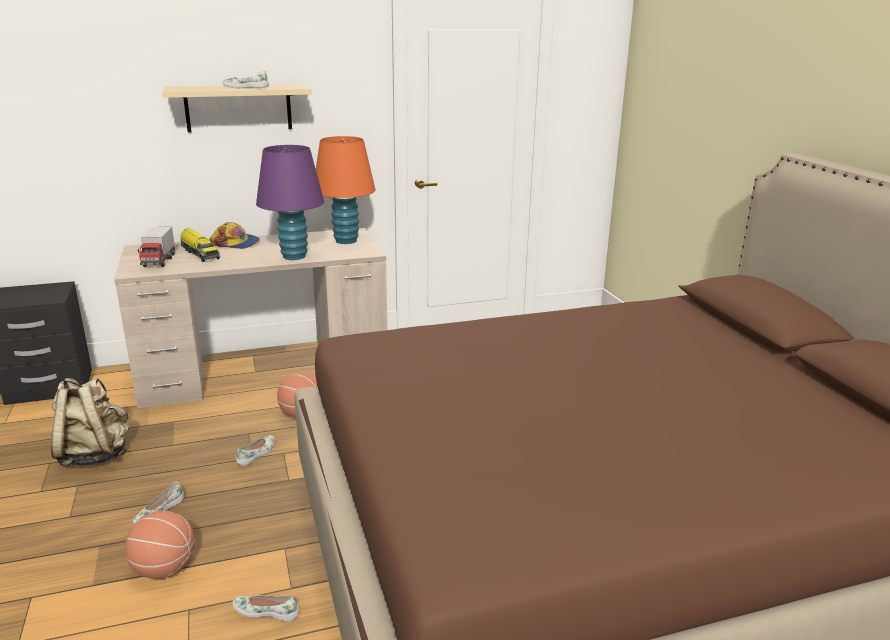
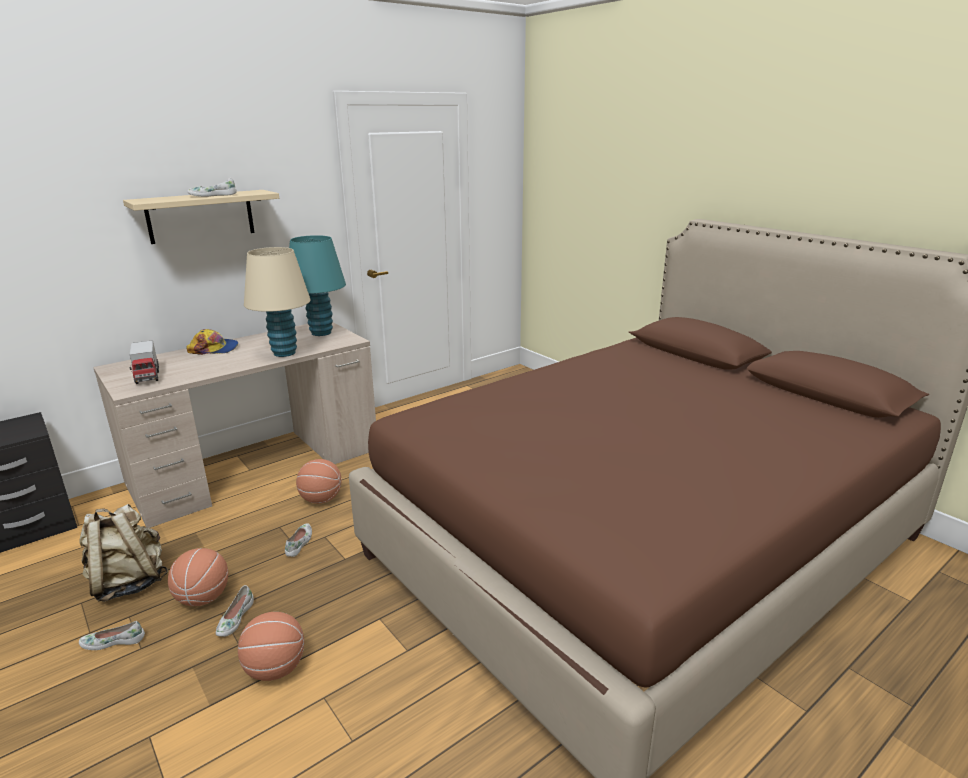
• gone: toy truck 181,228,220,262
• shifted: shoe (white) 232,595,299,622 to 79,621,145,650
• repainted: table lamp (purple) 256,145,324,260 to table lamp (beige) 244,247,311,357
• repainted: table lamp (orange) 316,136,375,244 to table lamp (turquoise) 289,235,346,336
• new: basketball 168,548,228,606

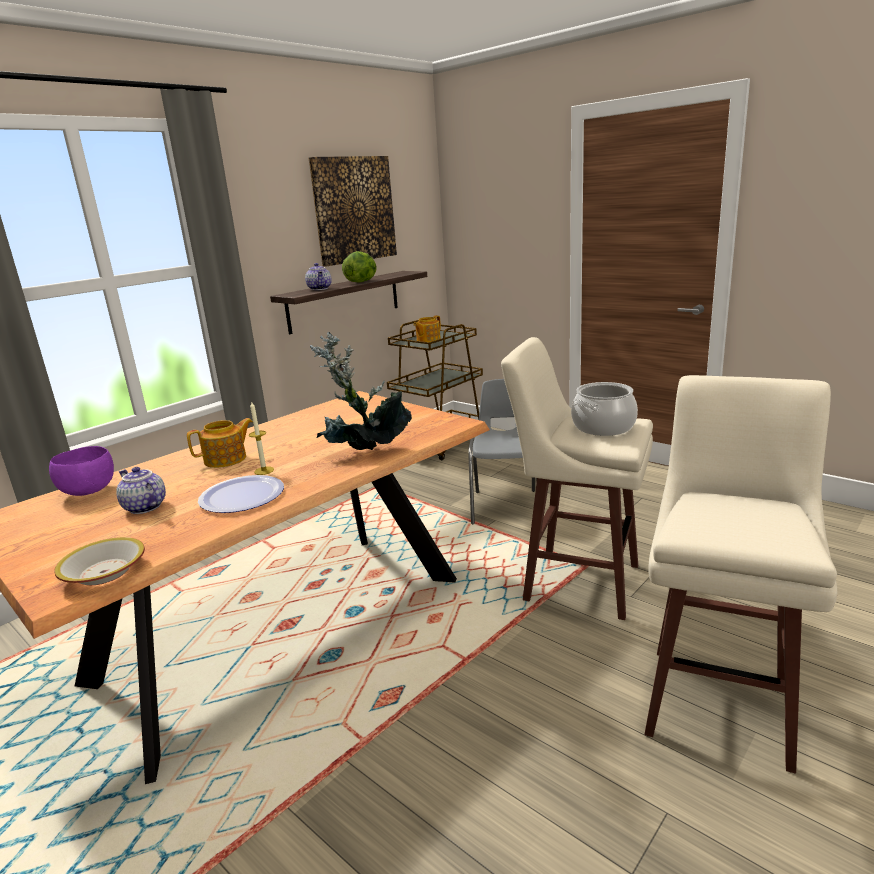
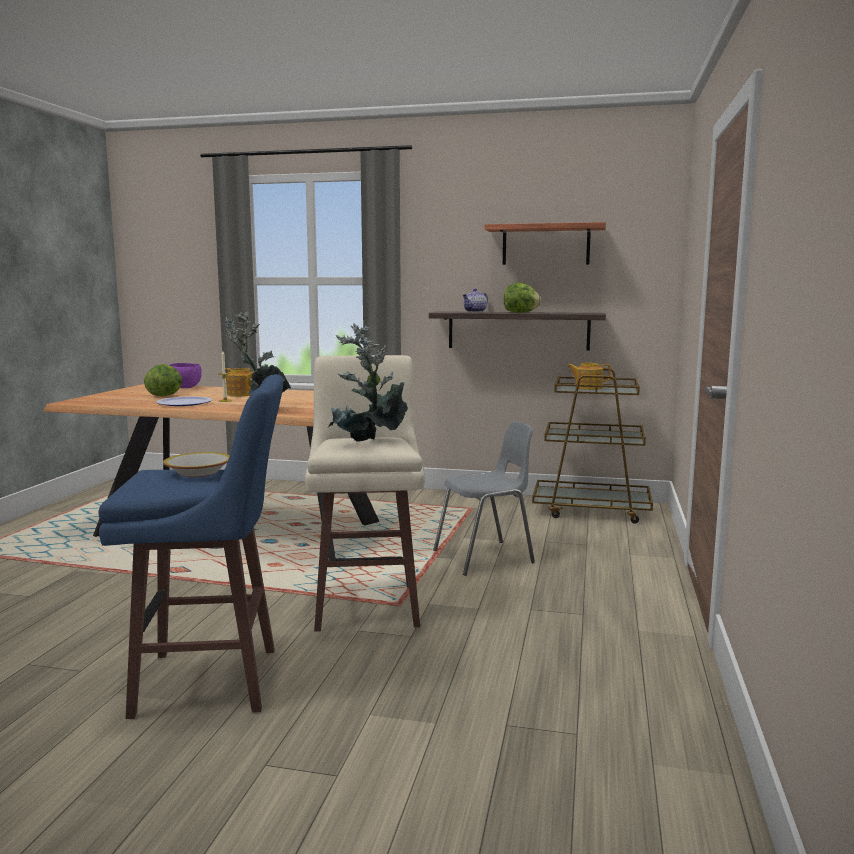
• shifted: bowl 54,537,145,585 to 163,452,230,477
• swapped: teapot 116,467,166,514 to lettuce 144,364,182,396
• swapped: picture 309,156,397,266 to shelf 484,222,606,265
• swapped: cooking pot 571,382,638,436 to potted plant 327,323,408,442
• repainted: stool (beige) 644,375,837,774 to stool (blue) 98,374,283,719

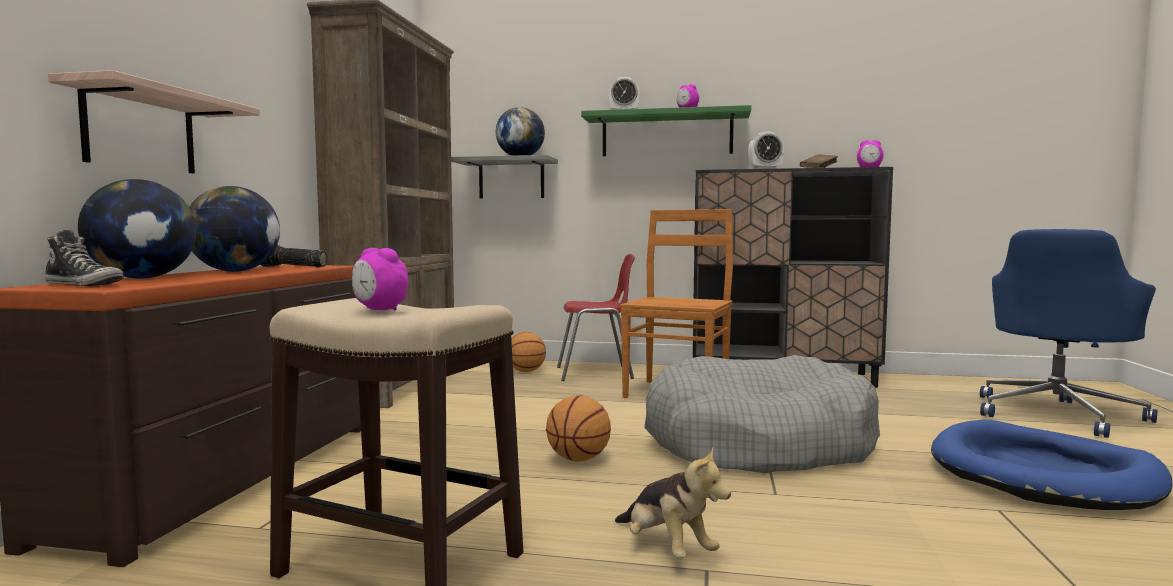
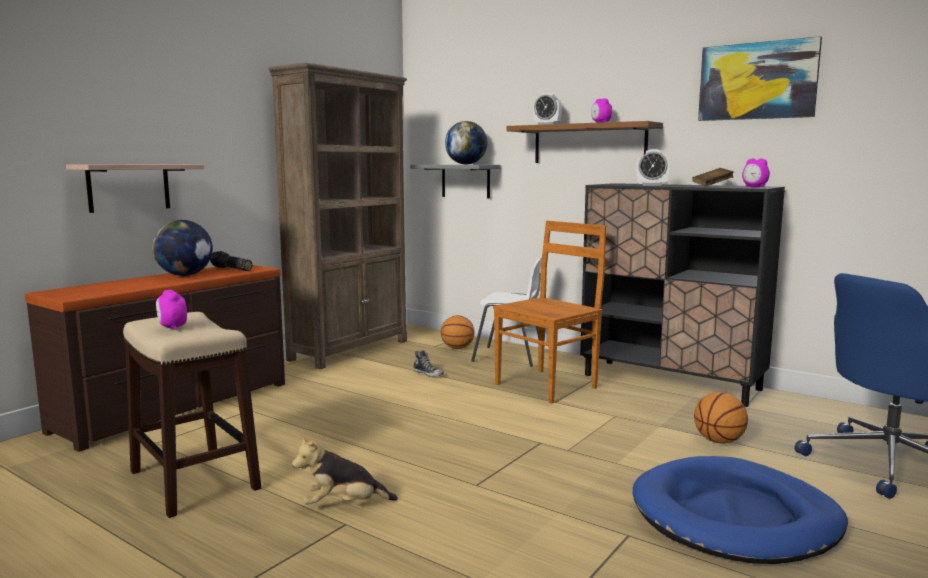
• shifted: shoe 45,230,124,286 to 413,350,444,377
• gone: globe 78,179,197,278
• shifted: basketball 546,395,611,462 to 694,392,748,444
• repainted: chair (red) 557,254,635,381 to chair (white) 471,256,542,367
• repainted: shelf (green) 581,105,751,156 to shelf (brown) 506,121,663,163
• rotated: plush toy 615,447,731,558 = 292,436,398,505 90 degrees clockwise
• gone: dog bed (grey) 644,355,880,473
• new: picture 698,36,822,121

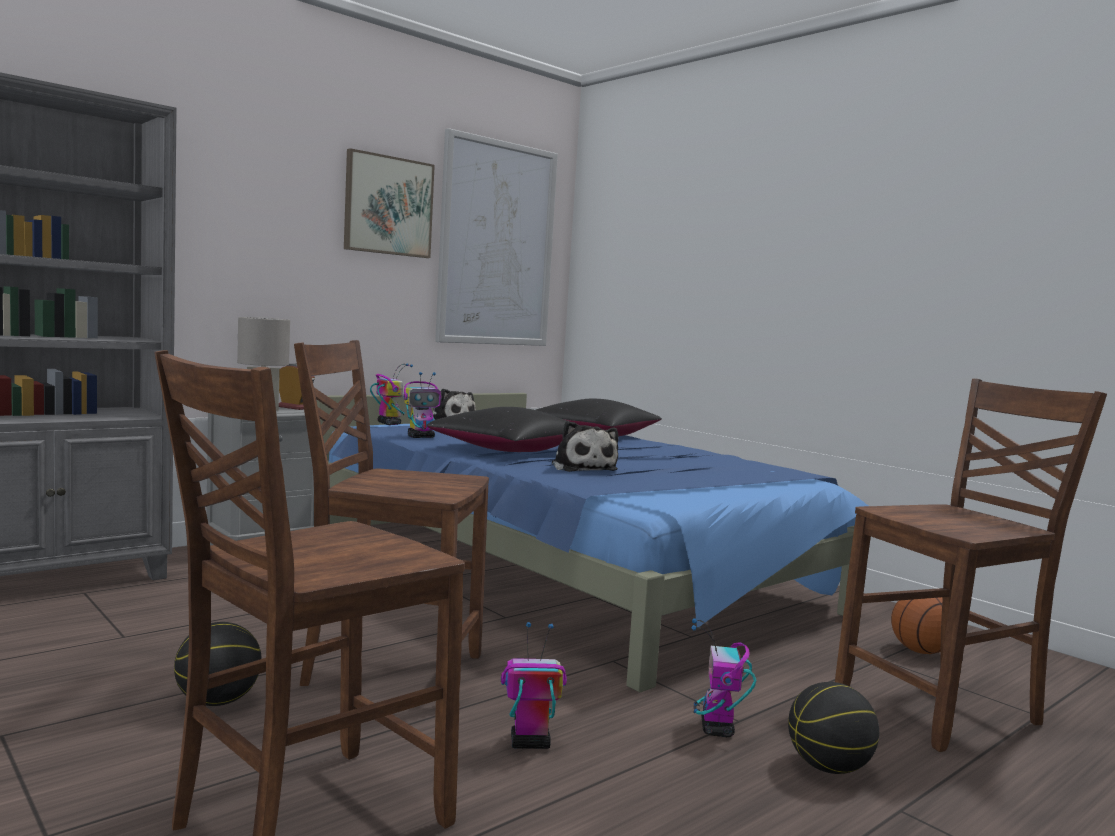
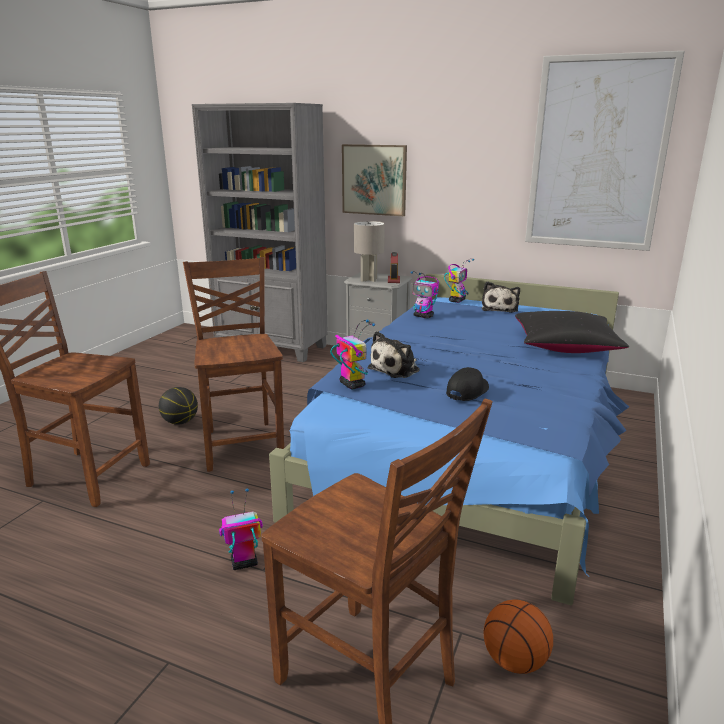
• shifted: picture 344,148,435,258 to 342,144,407,216
• gone: pillow (black) 427,407,566,452
• shifted: toy robot 501,622,567,749 to 330,319,375,389
• gone: basketball 788,682,879,774
• new: cap (black) 446,367,489,401

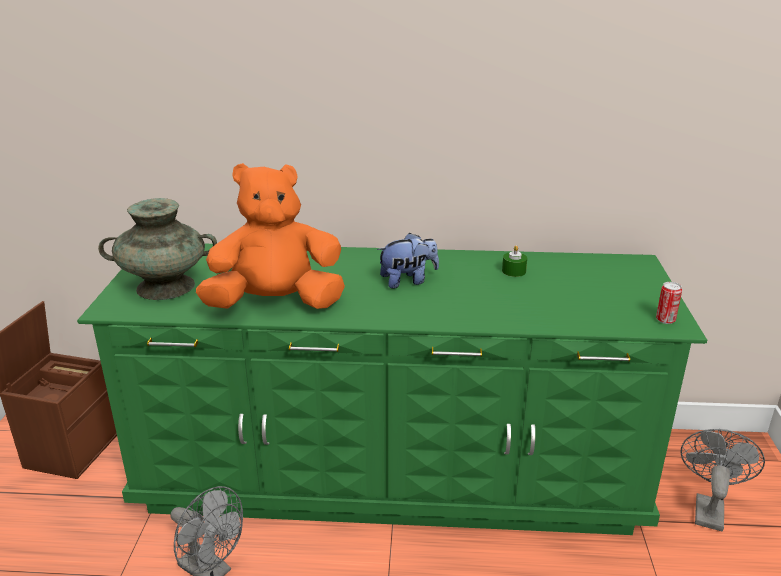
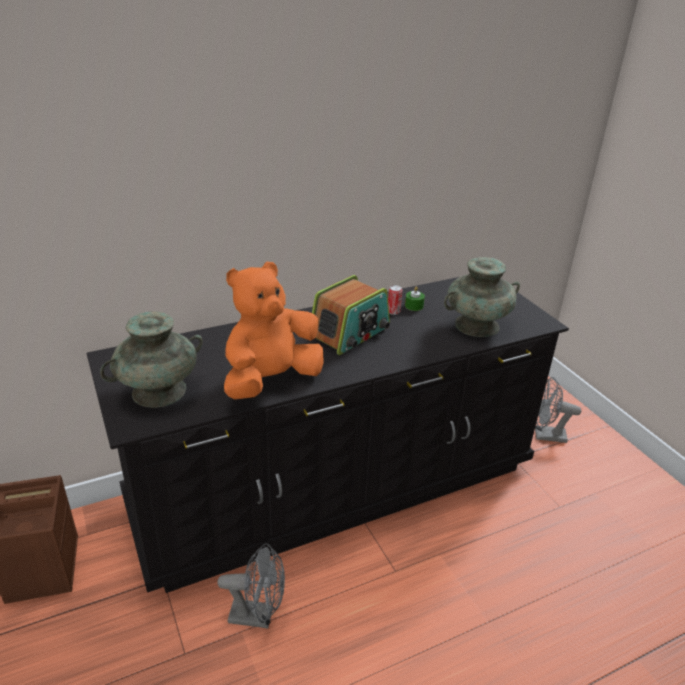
• repainted: dresser (green) 77,244,707,535 to dresser (black) 87,277,569,593
• swapped: plush toy 377,233,439,289 to radio 312,275,390,355
• shifted: can 656,282,682,324 to 388,285,402,315
• rotated: fan (grey) 680,429,765,531 = 535,377,581,443 75 degrees counterclockwise
• new: vase (turquoise) 444,257,520,337

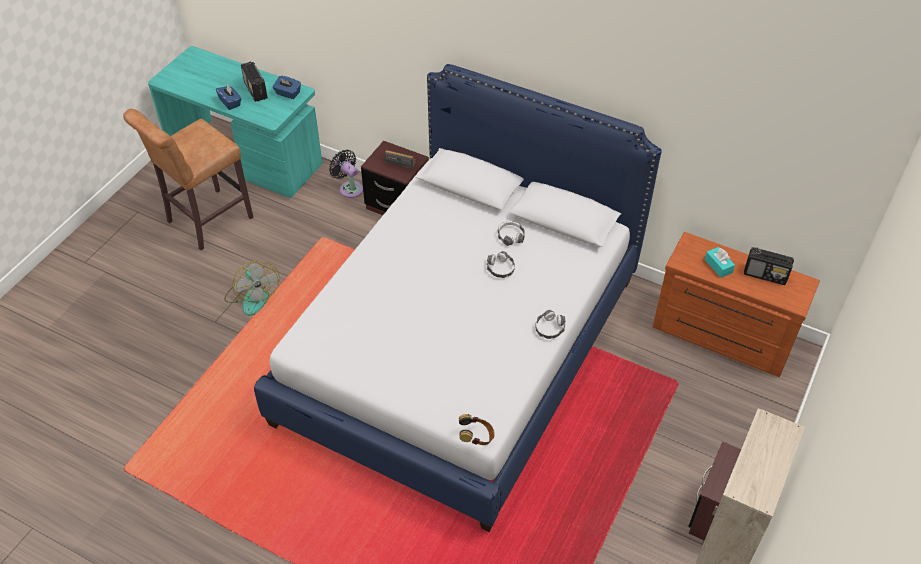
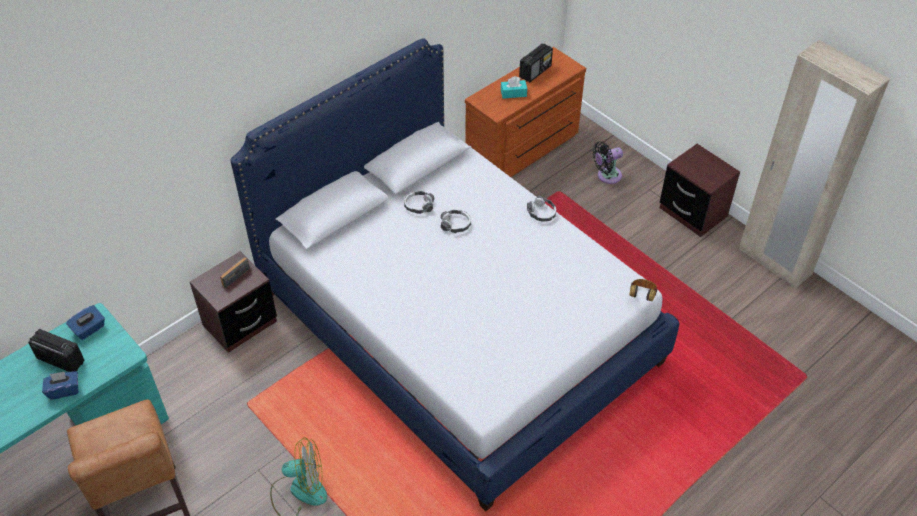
• rotated: radio 241,61,268,102 = 28,329,85,372 150 degrees counterclockwise
• shifted: fan (black) 329,150,363,198 to 593,141,623,184

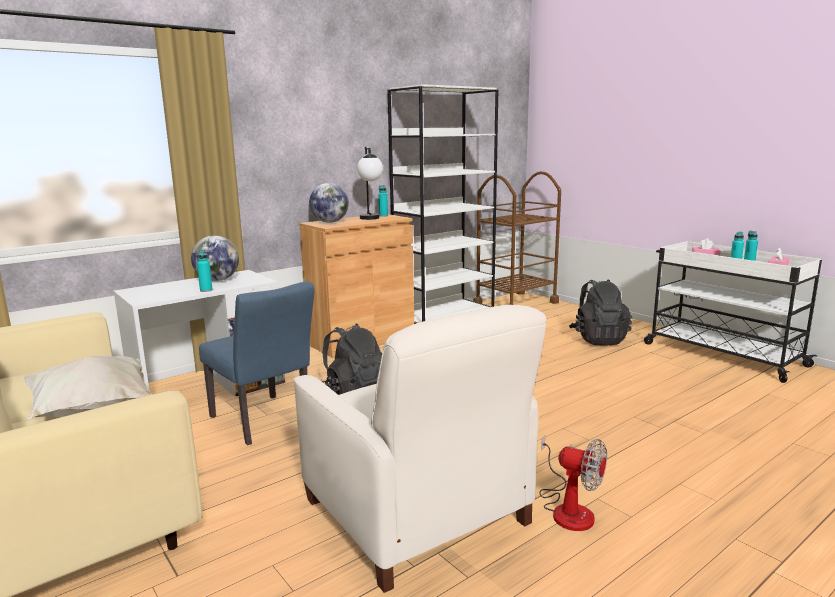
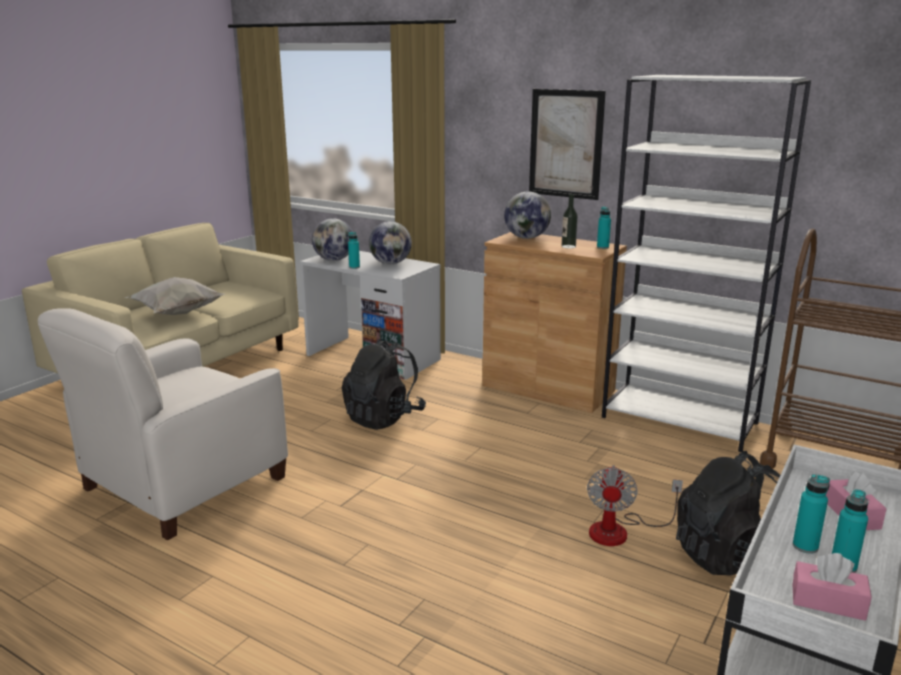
• gone: chair (blue) 199,281,314,445
• swapped: table lamp 357,147,383,220 to bottle 562,194,578,249
• shifted: fan 539,435,607,531 to 587,465,683,546
• new: globe 312,218,353,261
• new: picture 529,89,606,200

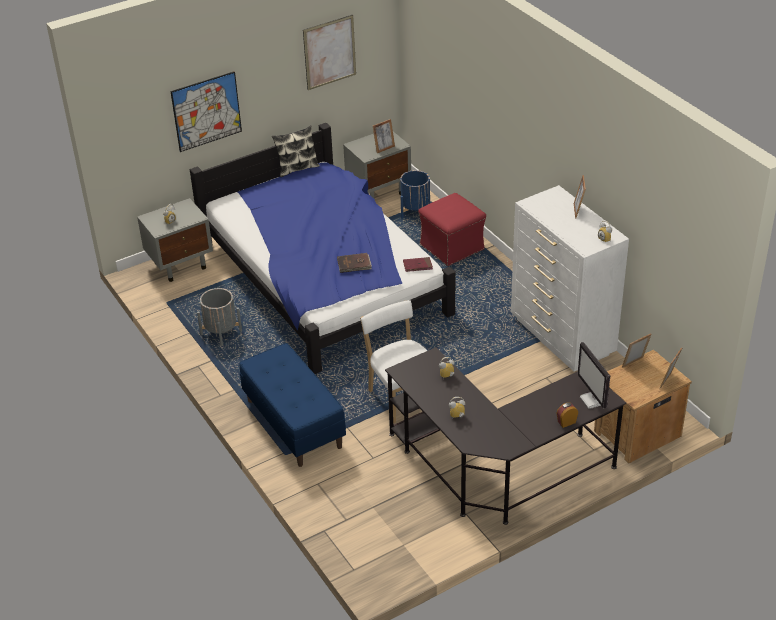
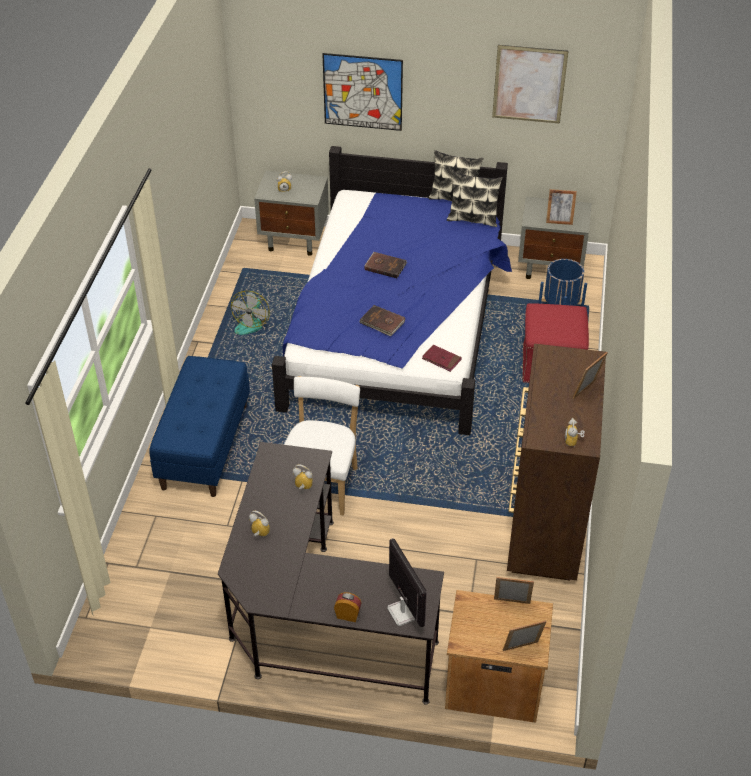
• swapped: planter (grey) 197,288,242,346 to fan 231,291,270,335
• repainted: dresser (white) 511,185,629,372 to dresser (brown) 507,344,606,580
• rotated: monitor 578,342,610,409 = 387,538,427,627 135 degrees clockwise
• new: book (brown) 365,252,407,278
• new: pillow 447,171,503,227

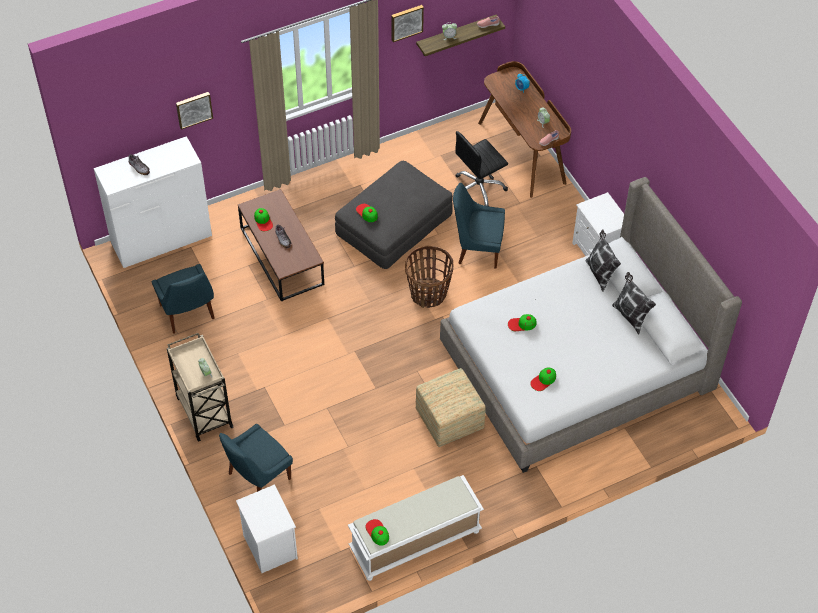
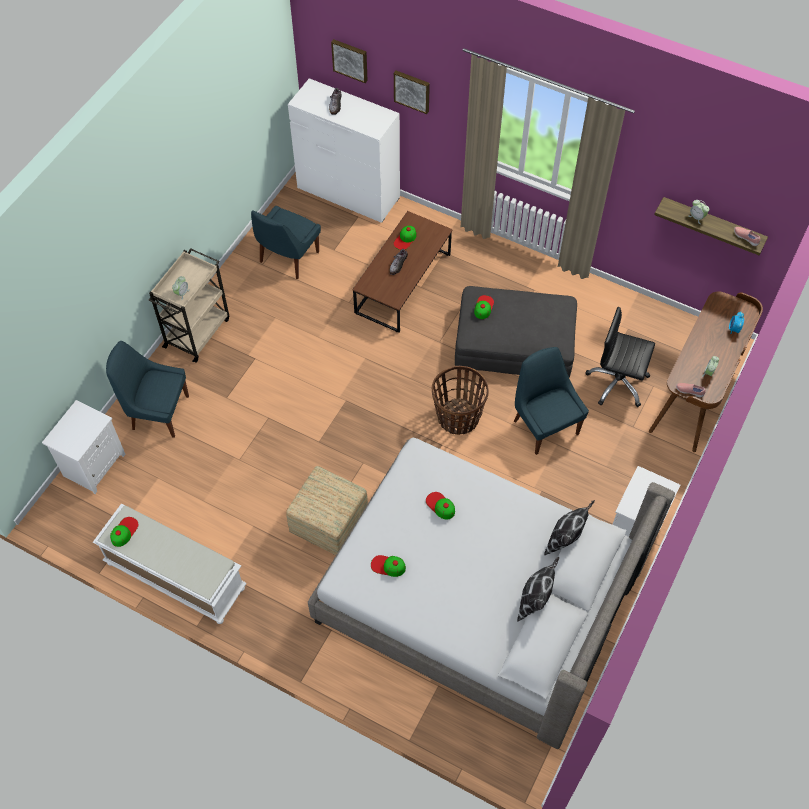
• shifted: picture 391,5,424,42 to 331,39,368,83

